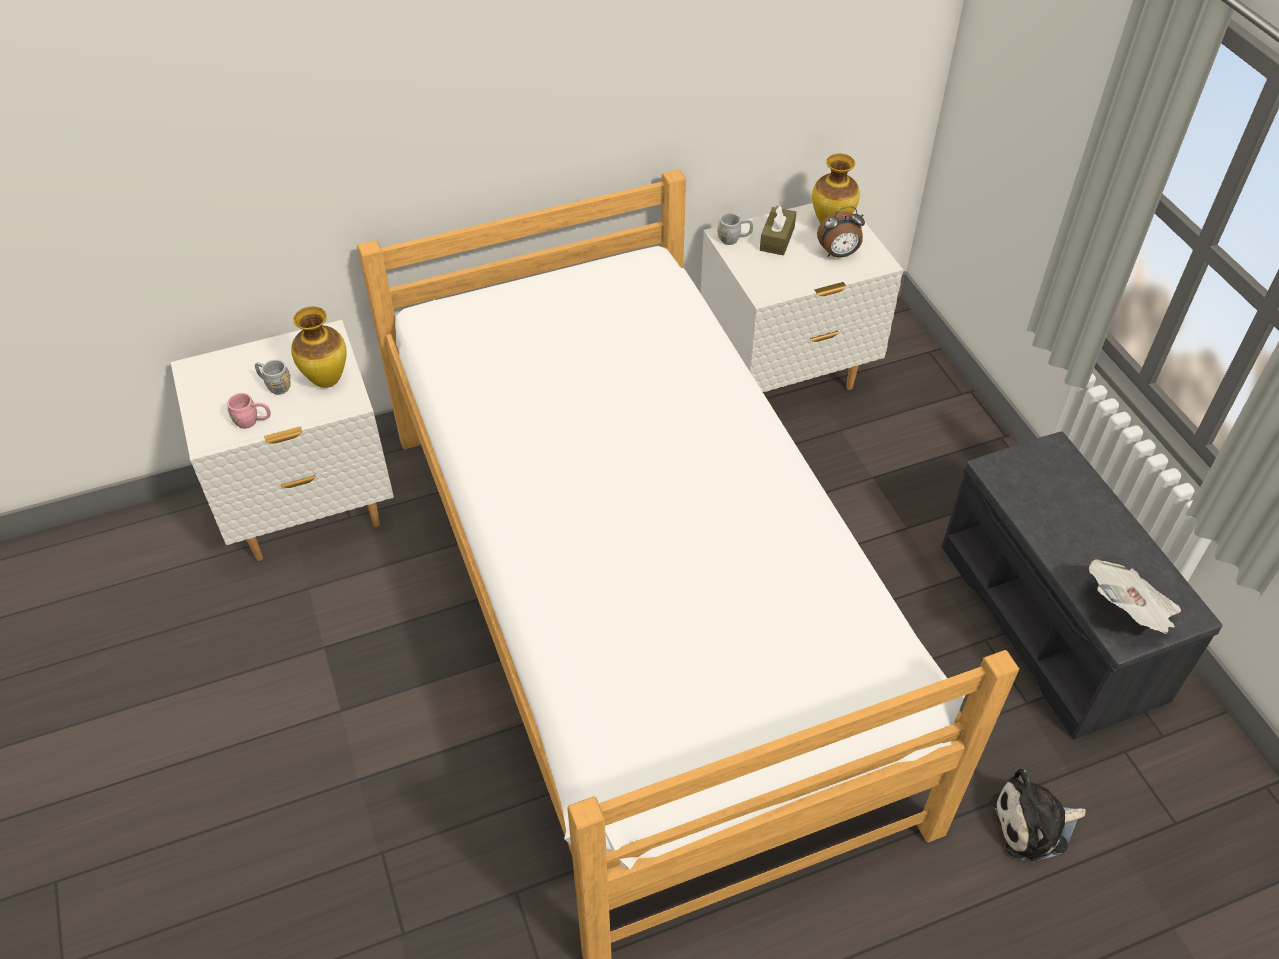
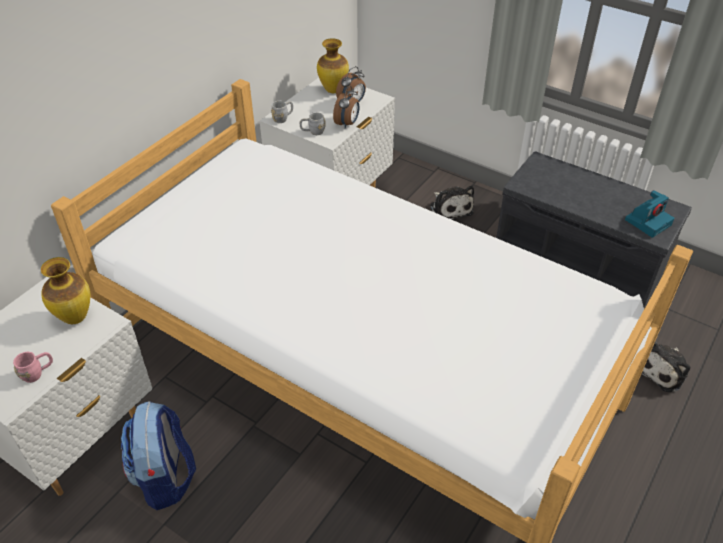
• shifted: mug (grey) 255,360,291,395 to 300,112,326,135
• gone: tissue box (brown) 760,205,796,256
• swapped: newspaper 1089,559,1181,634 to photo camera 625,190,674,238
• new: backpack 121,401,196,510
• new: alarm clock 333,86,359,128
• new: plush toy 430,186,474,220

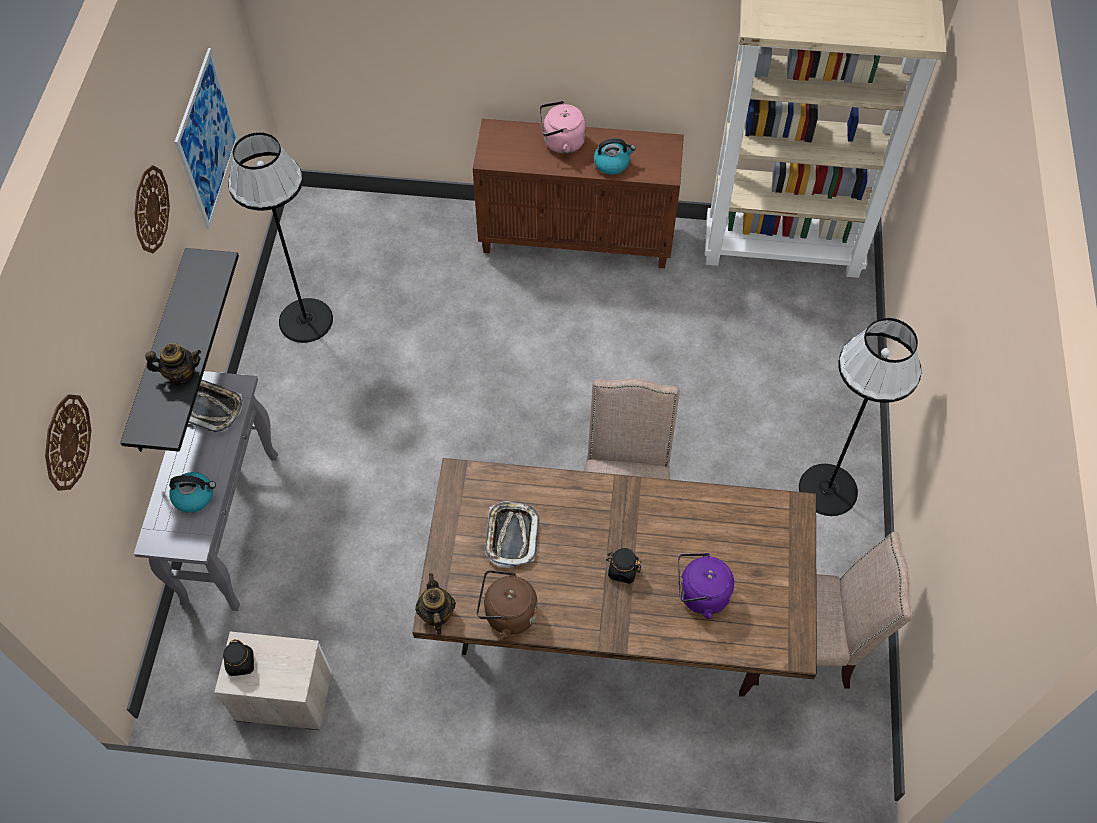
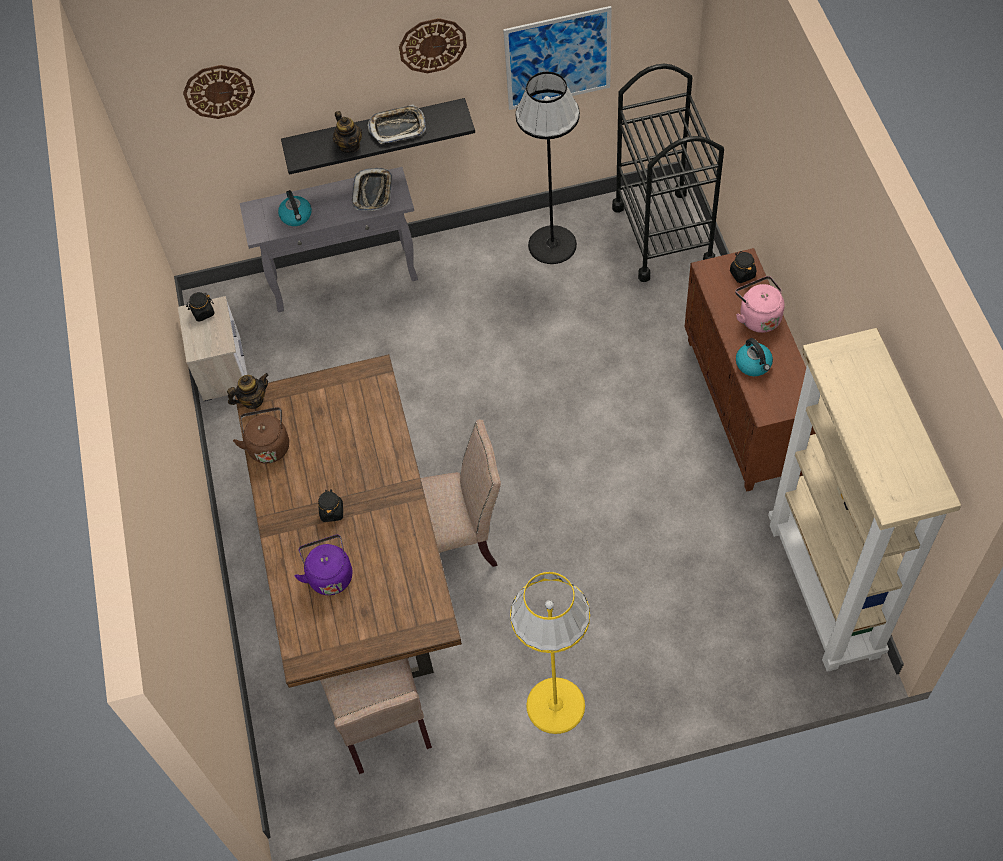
• shifted: tray 485,501,539,568 to 367,104,426,144
• repainted: floor lamp (black) 799,318,922,516 to floor lamp (yellow) 510,572,590,734
• new: cart (black) 612,64,724,282
• new: jar (black) 730,251,757,283

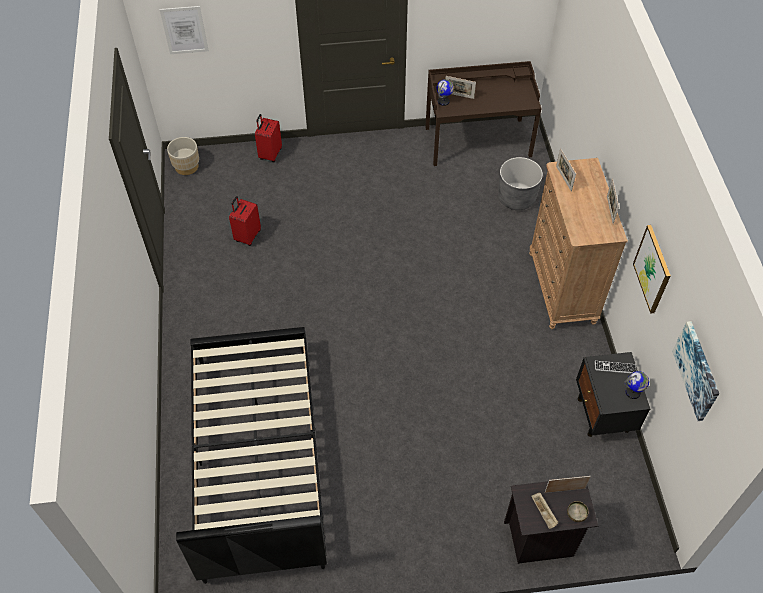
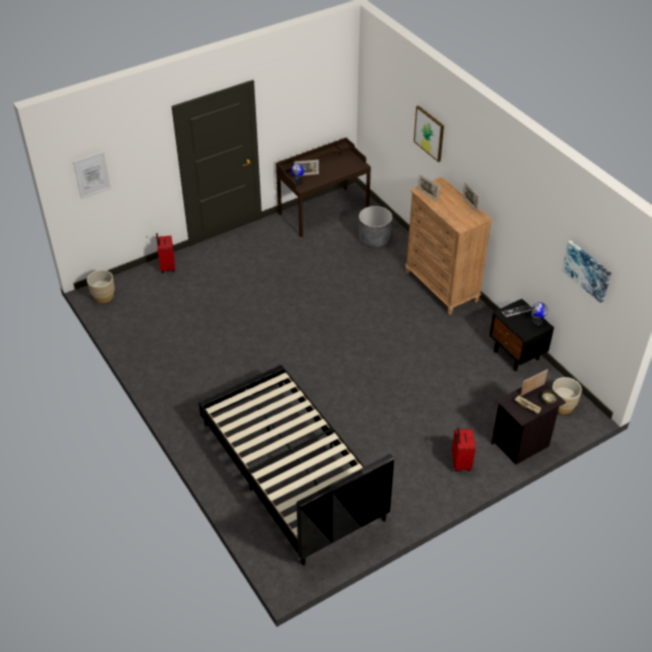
• shifted: suitcase (red) 229,196,261,246 to 452,428,476,471
• shifted: picture 633,225,671,314 to 414,105,444,162
• new: planter (beige) 552,377,582,414

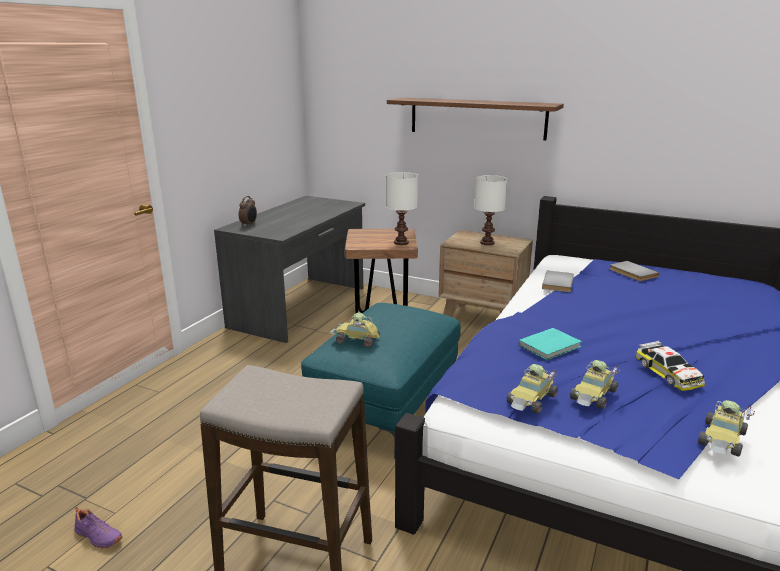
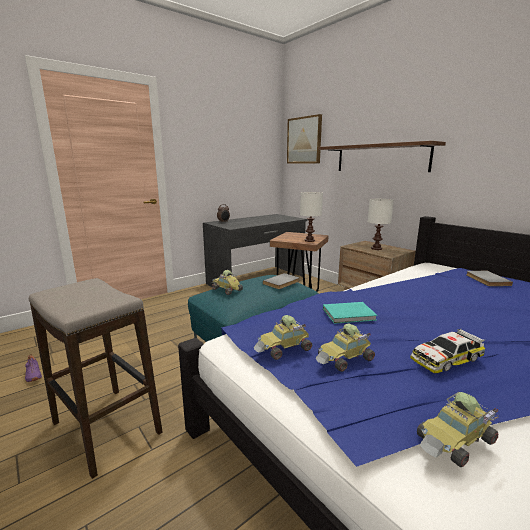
• shifted: book (grey) 542,271,574,292 to 263,273,299,289
• rotated: toy car 635,341,705,391 = 410,329,485,373 60 degrees clockwise
• new: picture 287,114,322,164

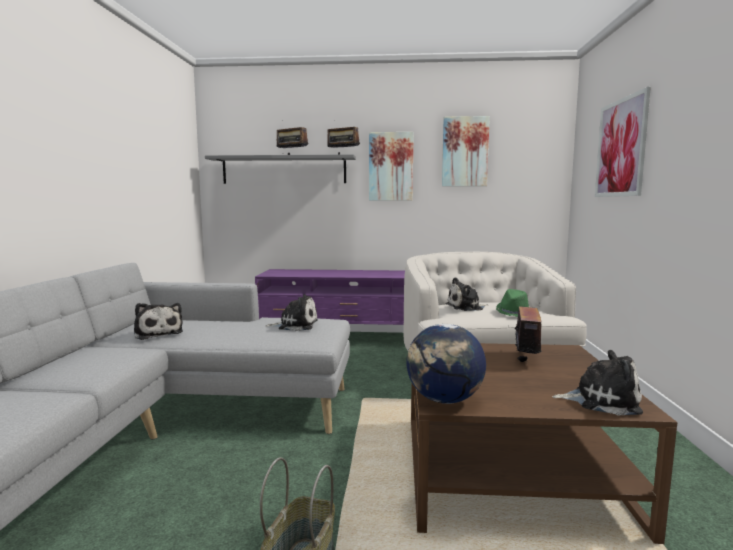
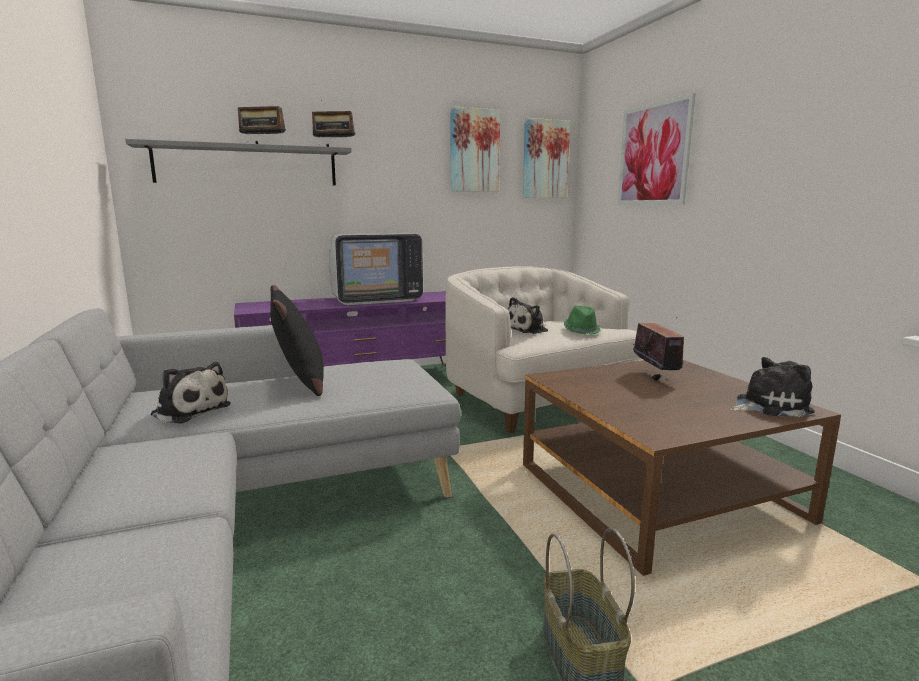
• gone: plush toy 266,294,318,331
• shifted: picture 369,132,414,201 to 523,118,570,198
• gone: globe 406,324,486,404
• new: pillow (black) 270,285,324,396
• new: television 329,233,423,305

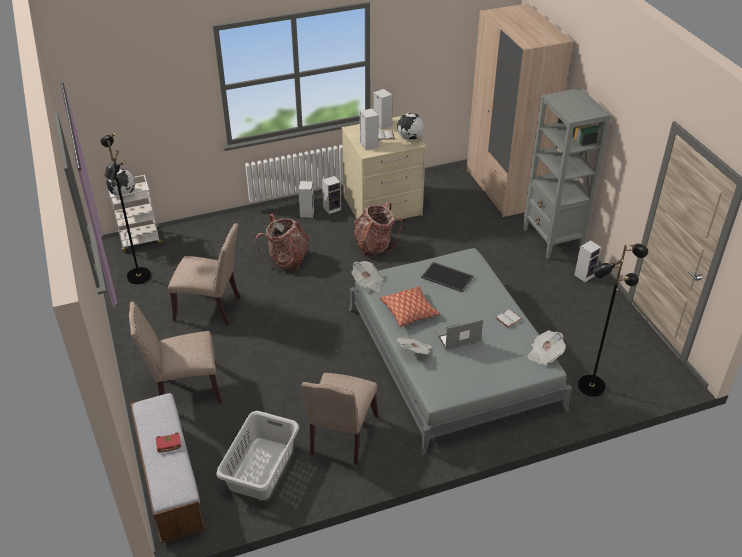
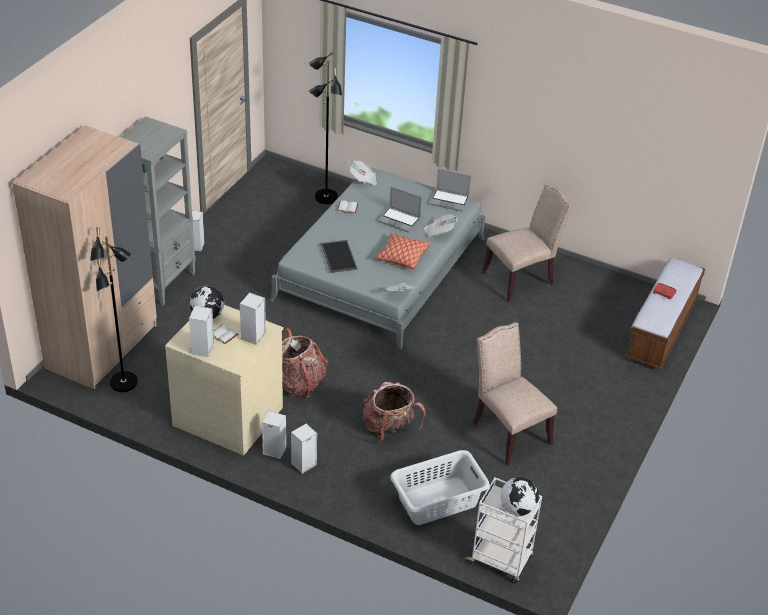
• shifted: floor lamp (black) 100,132,151,284 to 90,227,138,392
• gone: chair (beige) 129,301,222,403
• shifted: laundry basket (grey) 216,411,299,500 to 390,450,490,525
• new: laptop 430,169,471,211

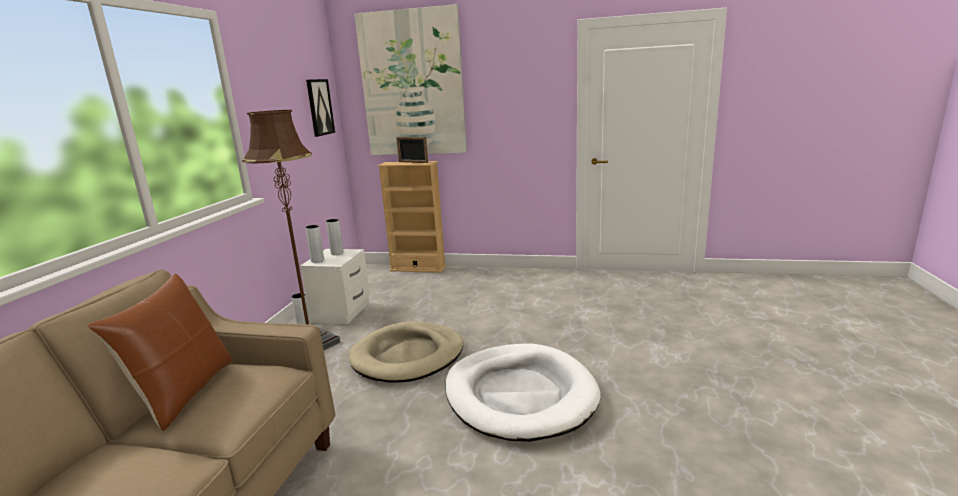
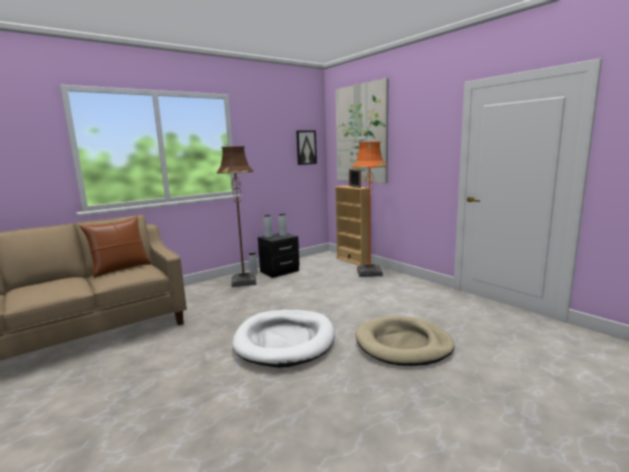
• repainted: nightstand (white) 300,249,370,324 to nightstand (black) 258,233,300,278
• shifted: dog bed (beige) 349,321,464,383 to 356,316,455,366
• new: floor lamp (orange) 352,142,387,277

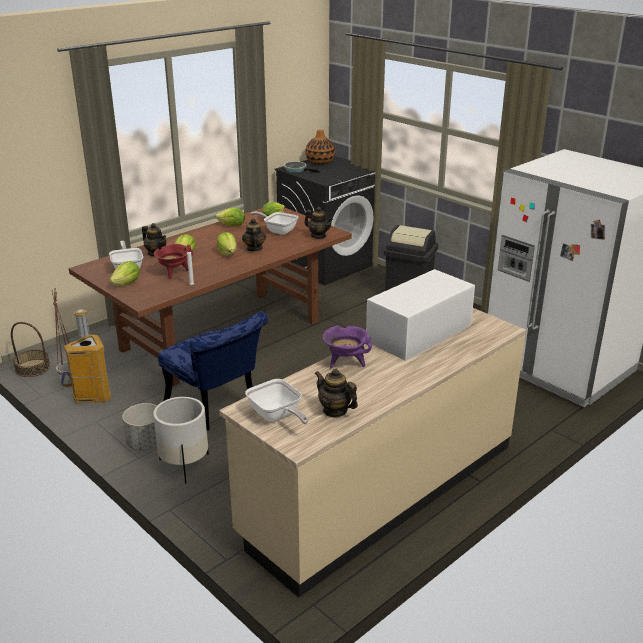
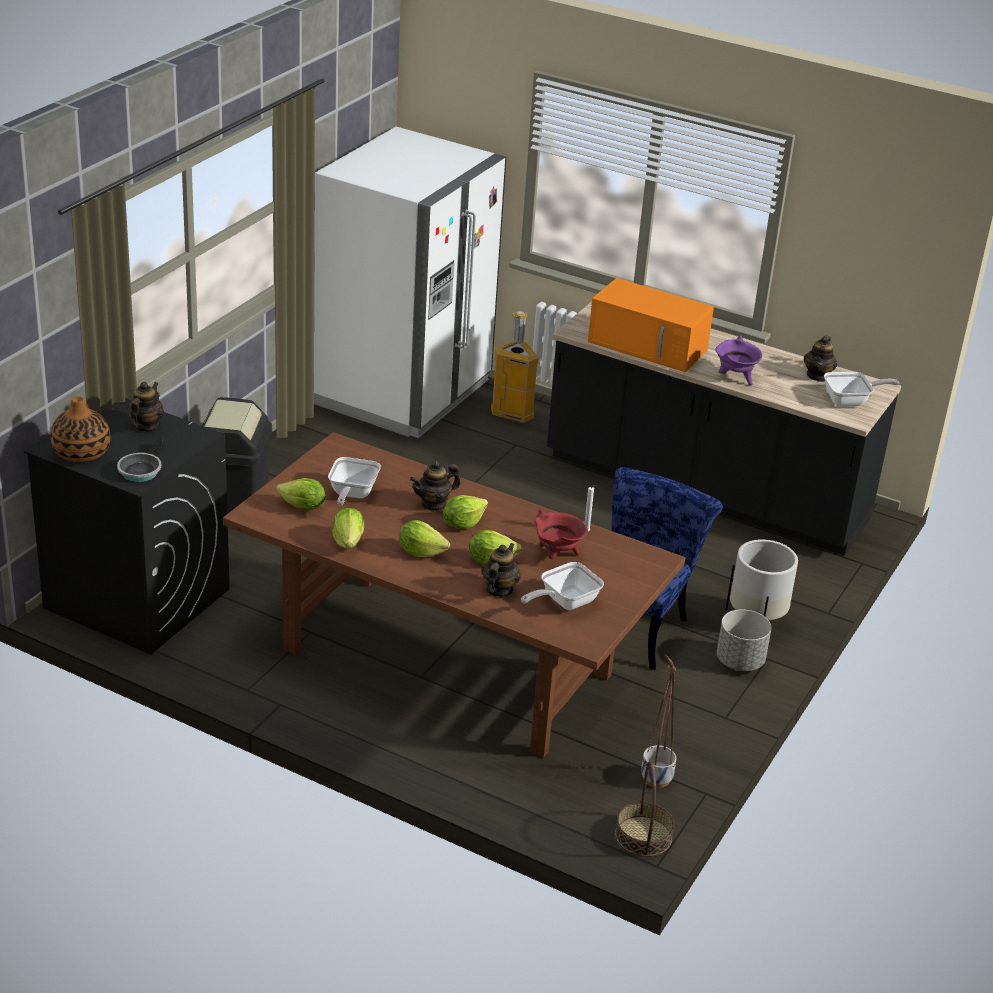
• shifted: trash can 64,309,111,403 to 491,311,539,423
• shifted: lettuce 109,261,140,286 to 399,520,450,557
• repainted: counter (beige) 219,308,527,597 to counter (black) 547,301,901,556
• rotated: frying pan 245,379,308,424 = 824,372,899,407 45 degrees clockwise
• shifted: teapot 304,207,333,238 to 127,382,164,432
• repainted: microwave (white) 366,269,475,361 to microwave (orange) 588,278,714,372

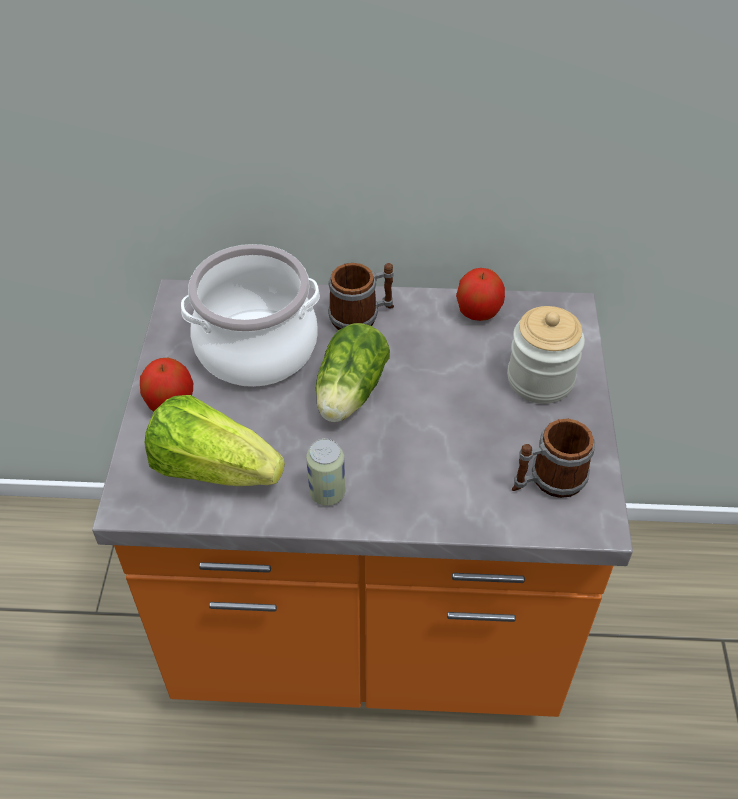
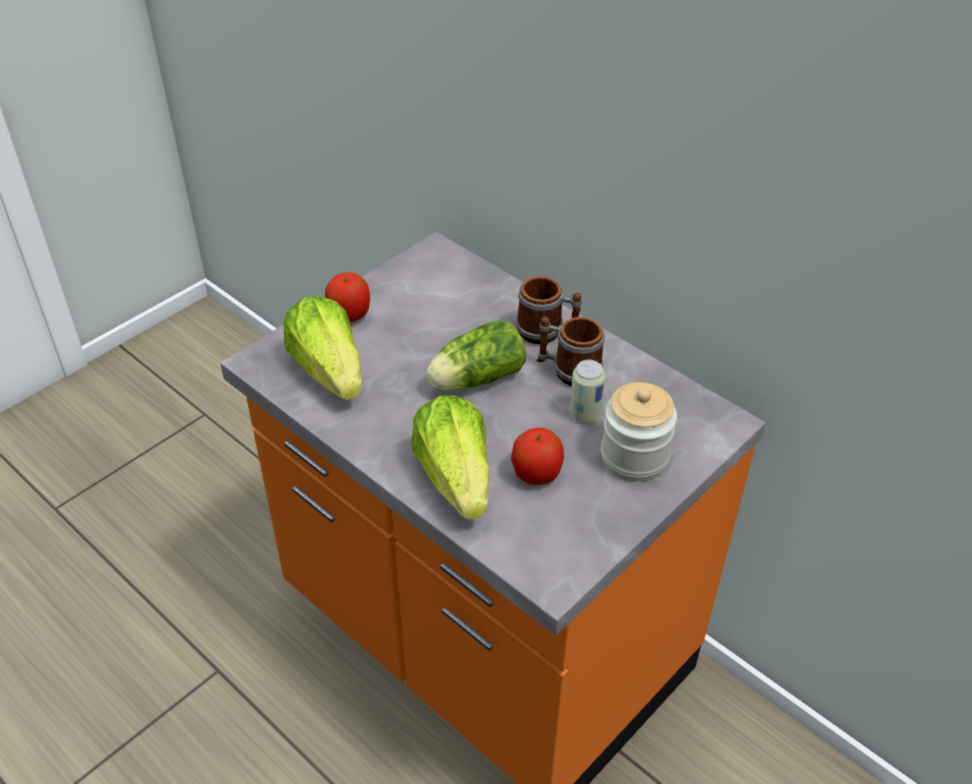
• gone: cooking pot 181,244,320,387
• shifted: can 306,439,345,506 to 570,360,606,423
• shifted: apple 456,268,505,321 to 511,428,564,485
• shifted: mug 512,418,595,498 to 537,317,605,386
• new: lettuce 412,396,490,520

